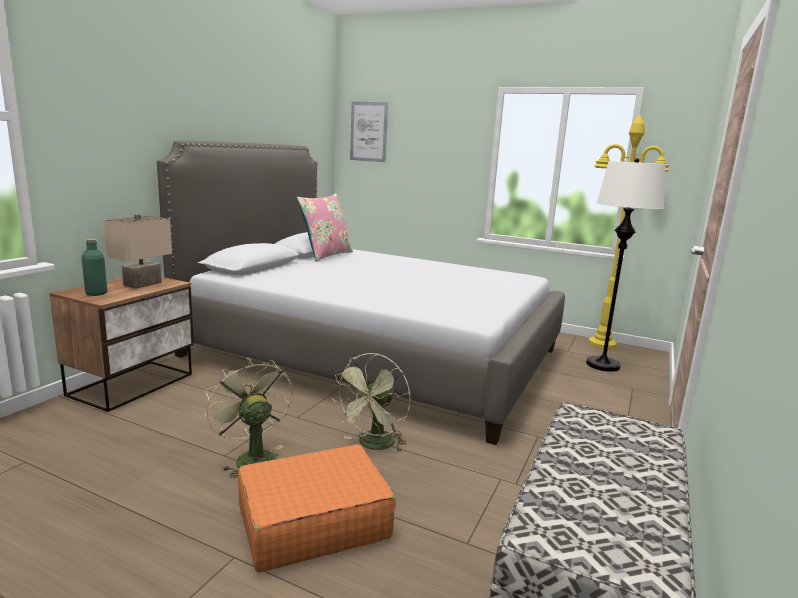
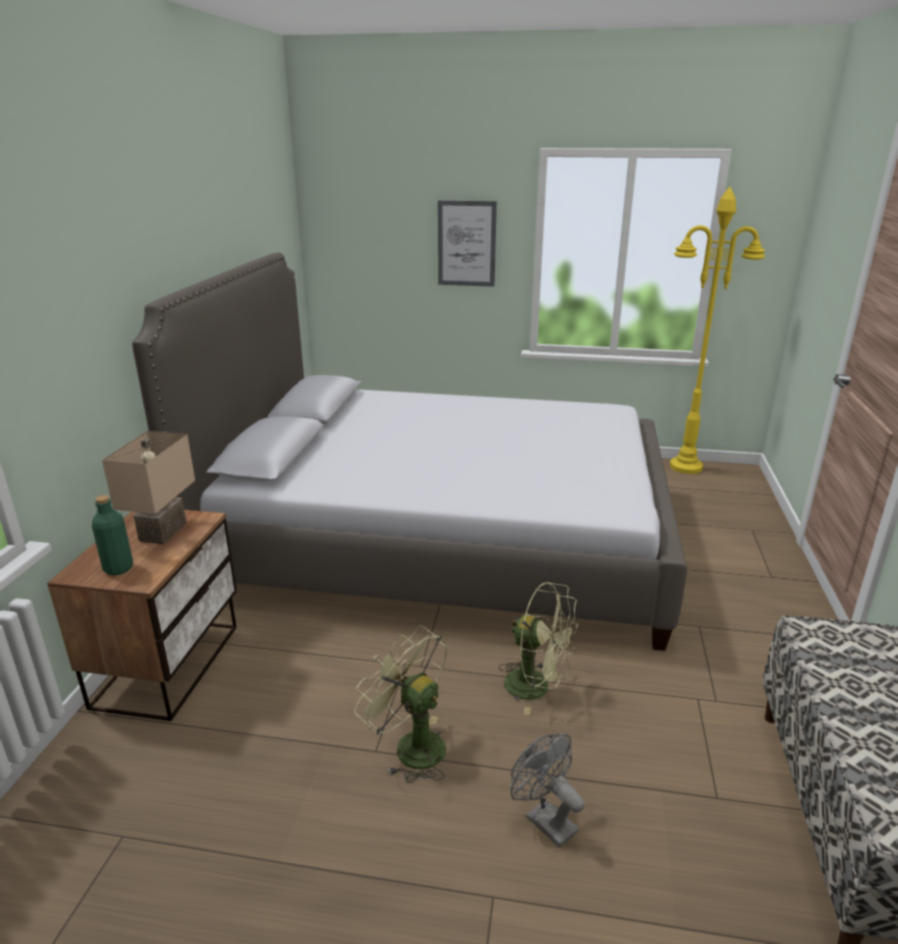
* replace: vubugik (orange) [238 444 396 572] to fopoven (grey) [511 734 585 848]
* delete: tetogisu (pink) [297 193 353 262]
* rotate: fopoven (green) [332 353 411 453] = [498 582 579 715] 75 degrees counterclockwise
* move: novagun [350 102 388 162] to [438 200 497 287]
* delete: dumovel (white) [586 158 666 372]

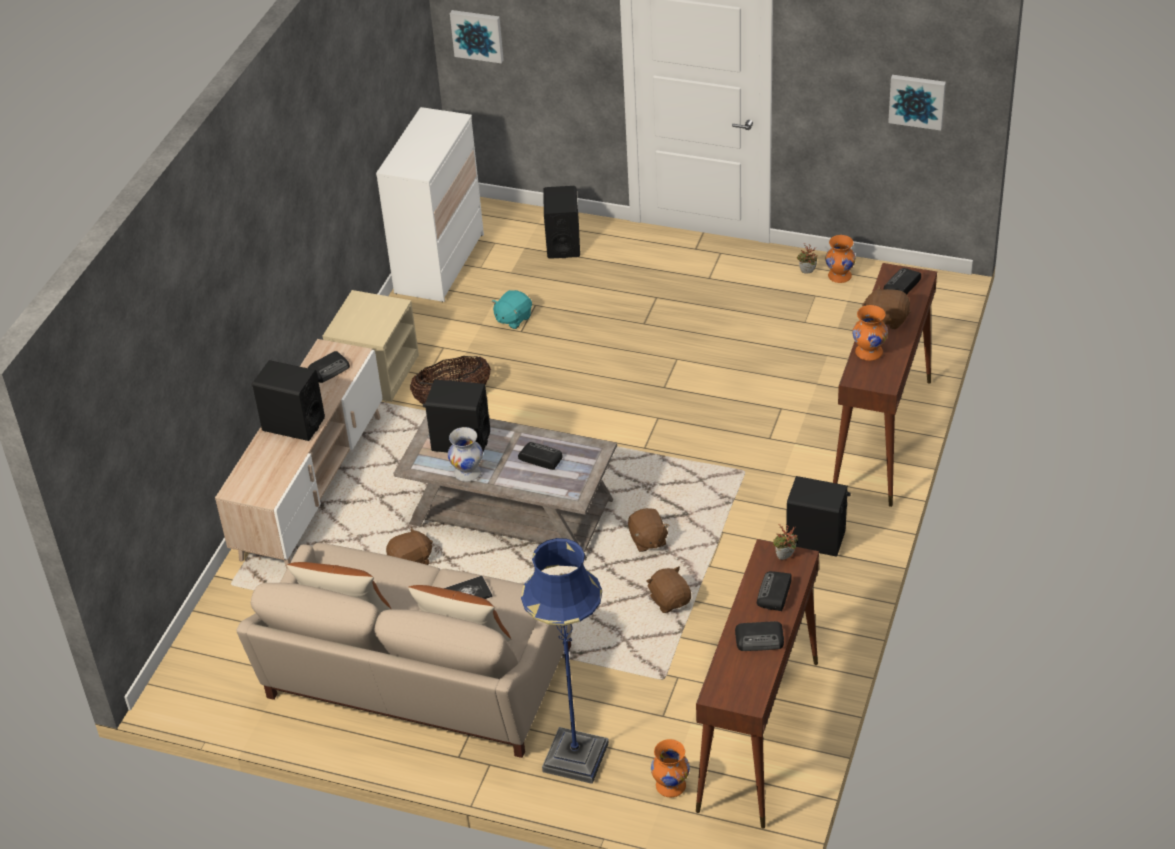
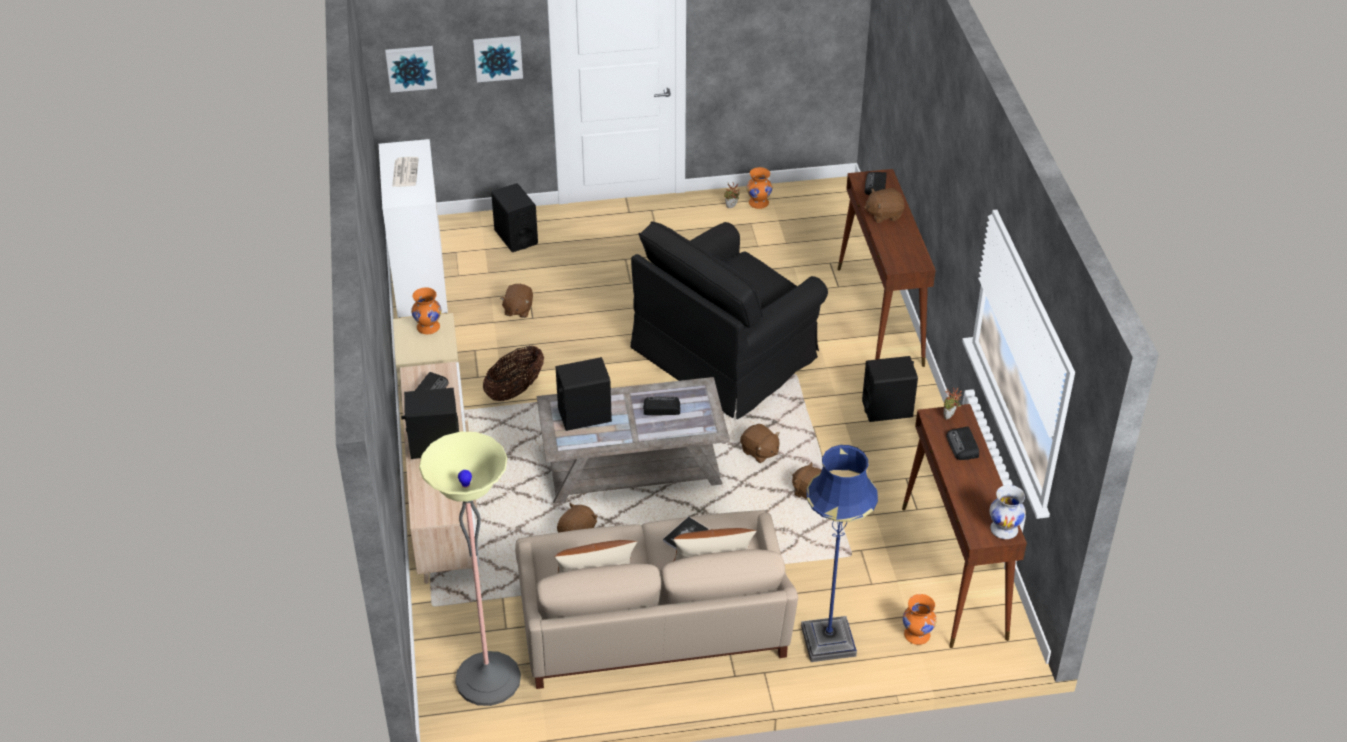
* move: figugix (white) [448 427 483 482] to [990 485 1026 539]
* recolor: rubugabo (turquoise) [492 290 532 329] to rubugabo (brown) [500 284 533 318]
* delete: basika [735 621 784 651]
* move: figugix (orange) [852 305 888 361] to [411 287 442 334]
* move: novagun [888 75 946 130] to [473 36 523 82]
* insert: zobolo [392 157 419 187]
* insert: dumovel [419 432 521 706]
* insert: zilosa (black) [630 221 828 419]

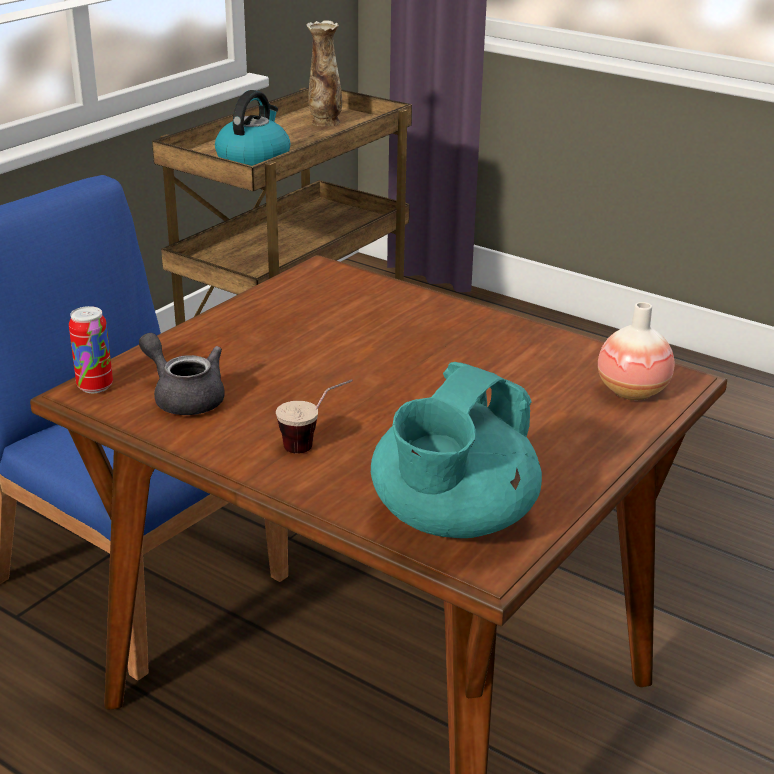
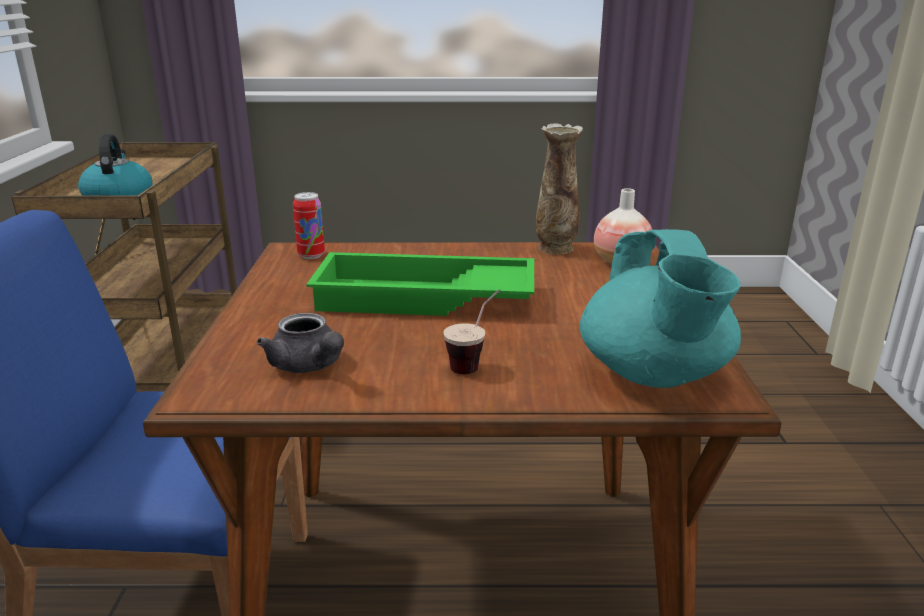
* move: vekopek [69 306 113 393] to [293 192 325 259]
* rotate: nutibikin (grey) [139 333 225 415] = [257 313 344 373] 135 degrees counterclockwise
* move: figugix [307 20 342 127] to [536 123 583 255]
* insert: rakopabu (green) [306 252 534 316]

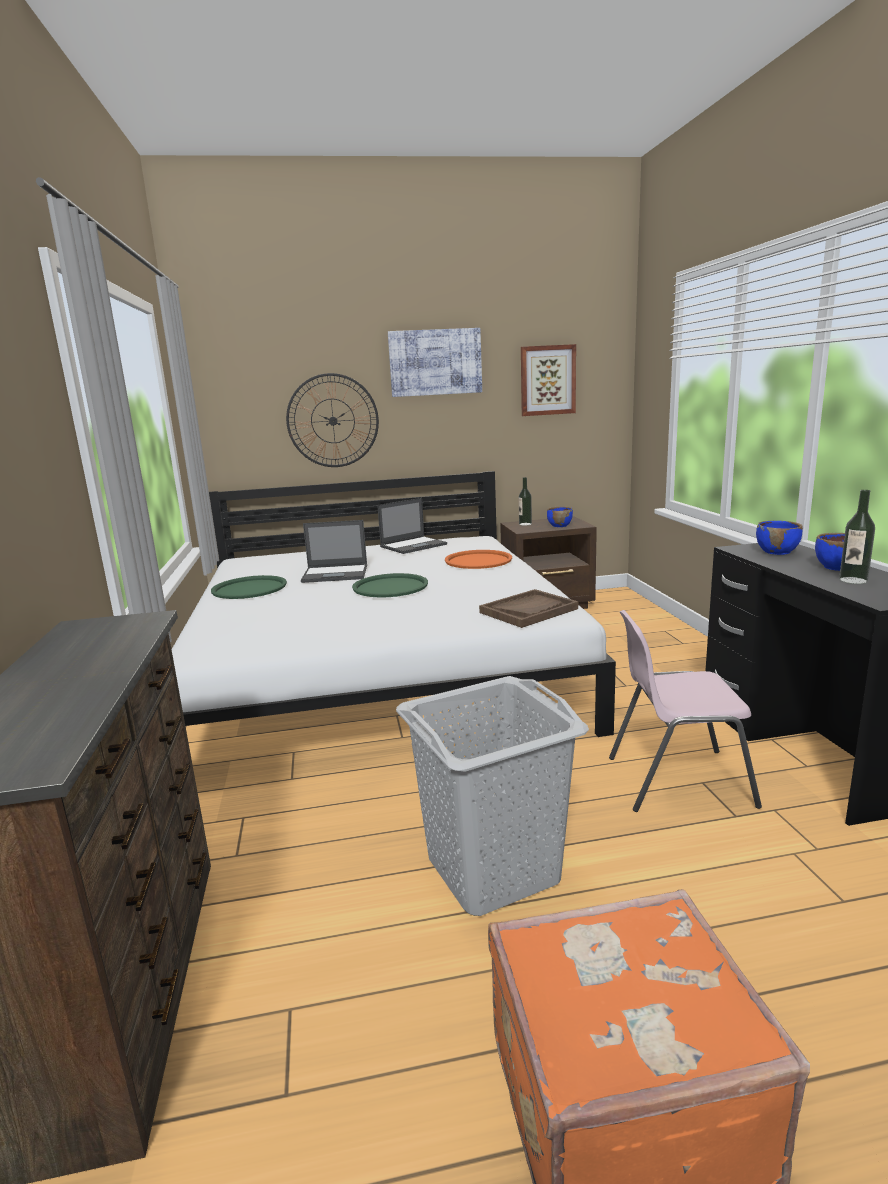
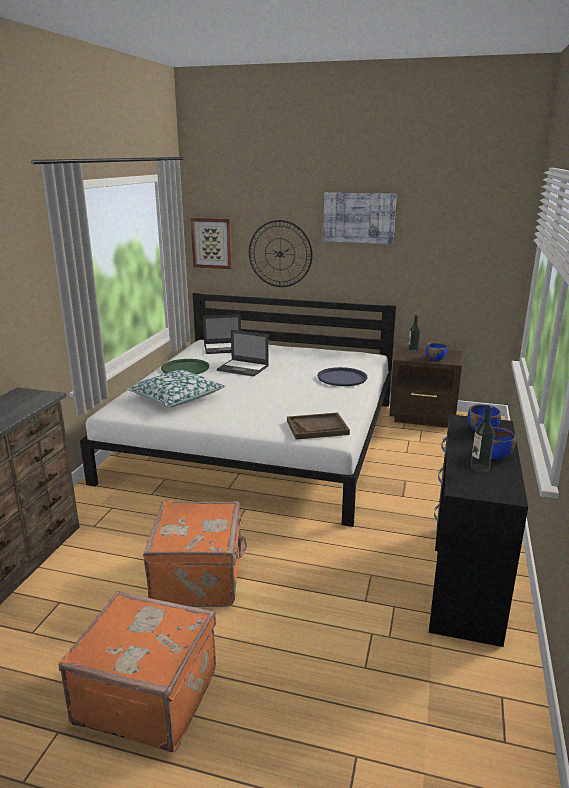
* delete: rakopabu (green) [352 573 428 597]
* move: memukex [377 498 447 554] to [203 314 241 354]
* replace: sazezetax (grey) [396 676 589 916] to vubugik (orange) [143 501 247 607]
* recolor: rakopabu (orange) [445 550 512 569] to rakopabu (blue) [317 367 368 386]
* move: novagun [521 344 576 416] to [191 218 232 269]
* delete: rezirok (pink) [609 610 762 812]
* insert: tetogisu [126 370 225 407]

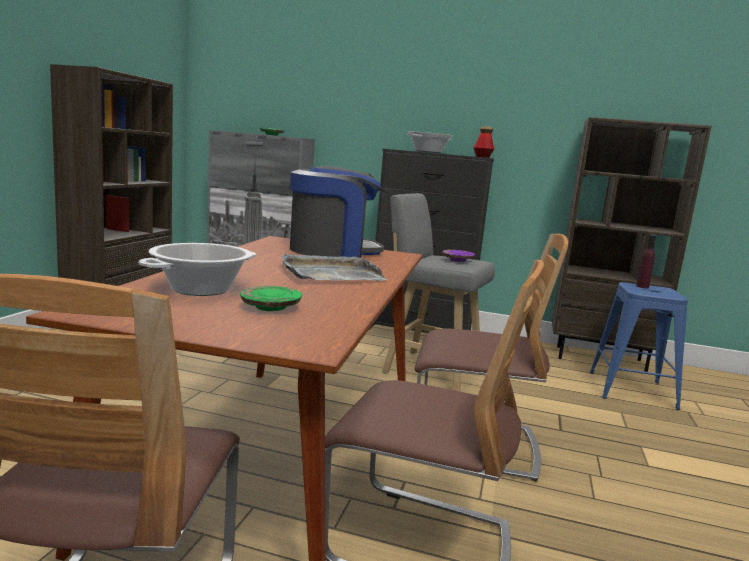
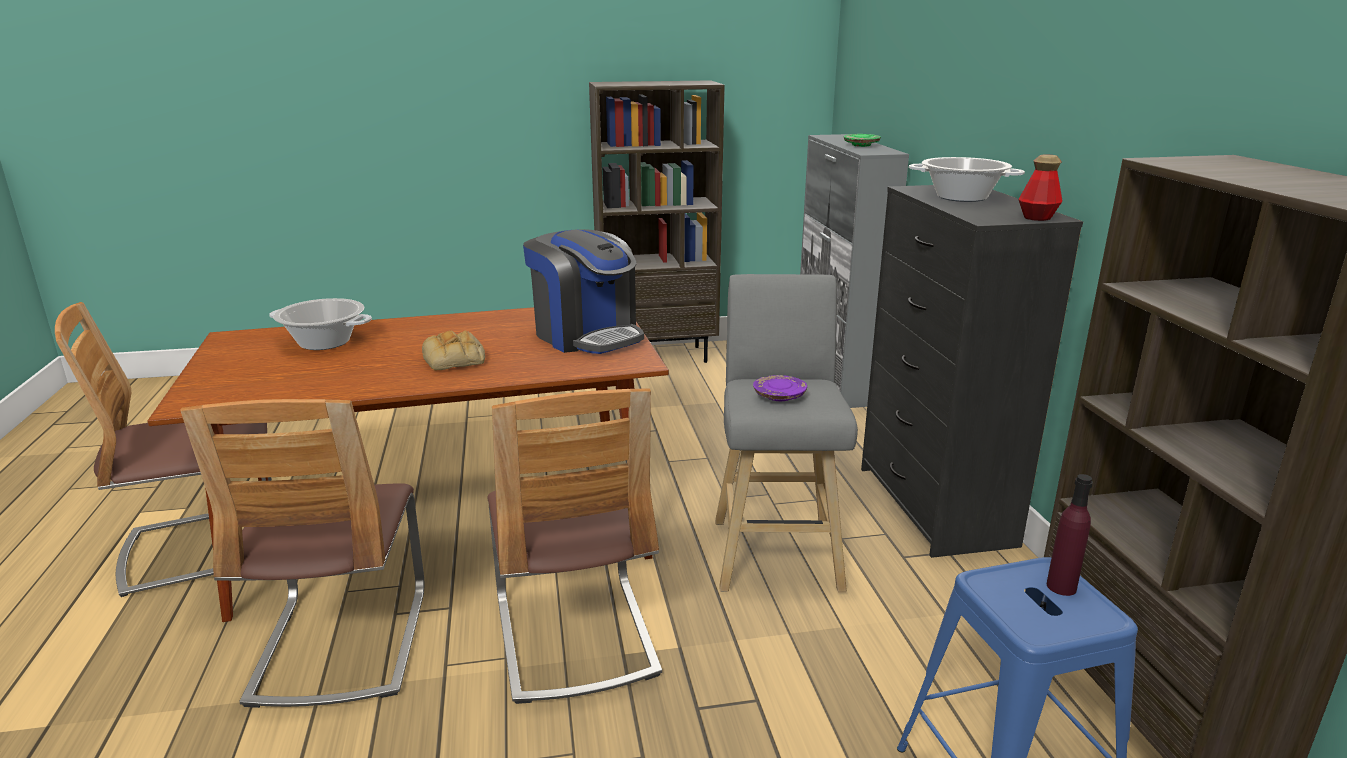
* delete: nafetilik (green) [240 286 302 311]
* replace: rakopabu (grey) [281 253 388 281] to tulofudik [422 330 485 370]

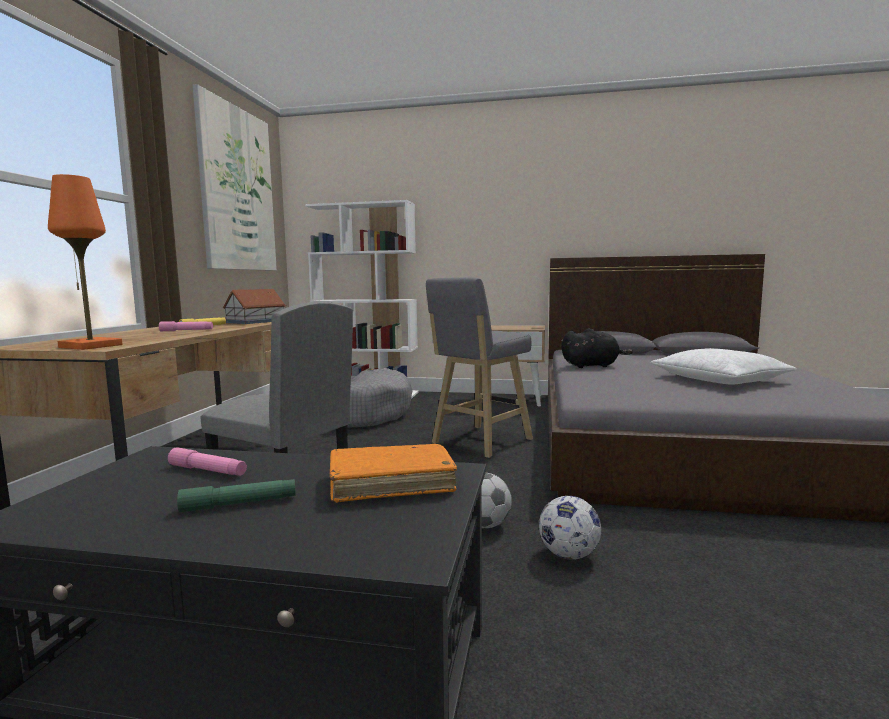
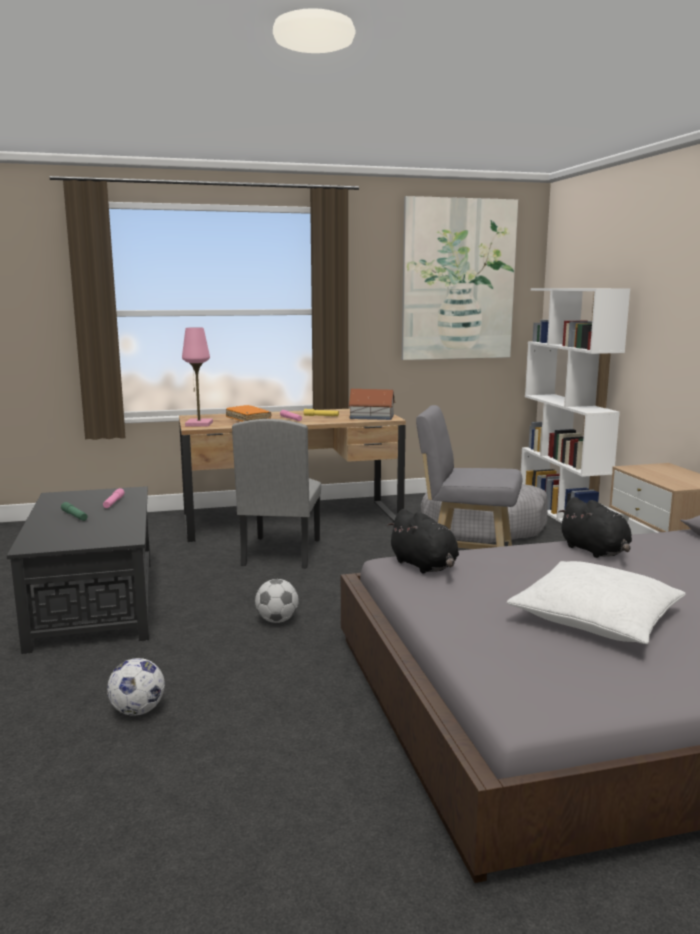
* recolor: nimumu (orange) [48 174 122 350] to nimumu (pink) [182 327 213 427]
* move: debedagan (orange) [330 444 457 503] to [226 405 271 422]
* move: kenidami [539 496 601 560] to [107 658 165 716]
* insert: rubugabo (black) [387 509 459 573]

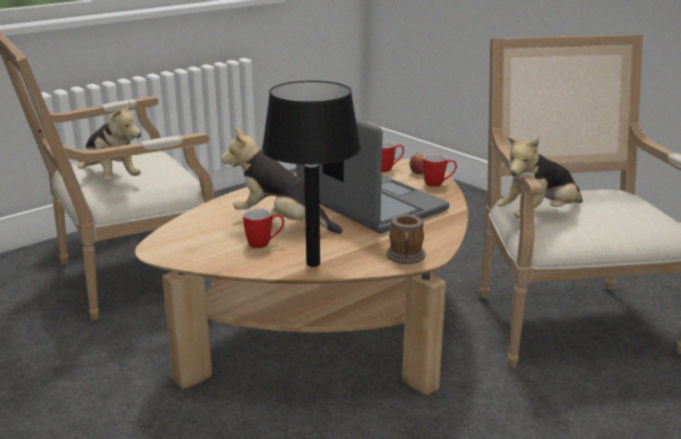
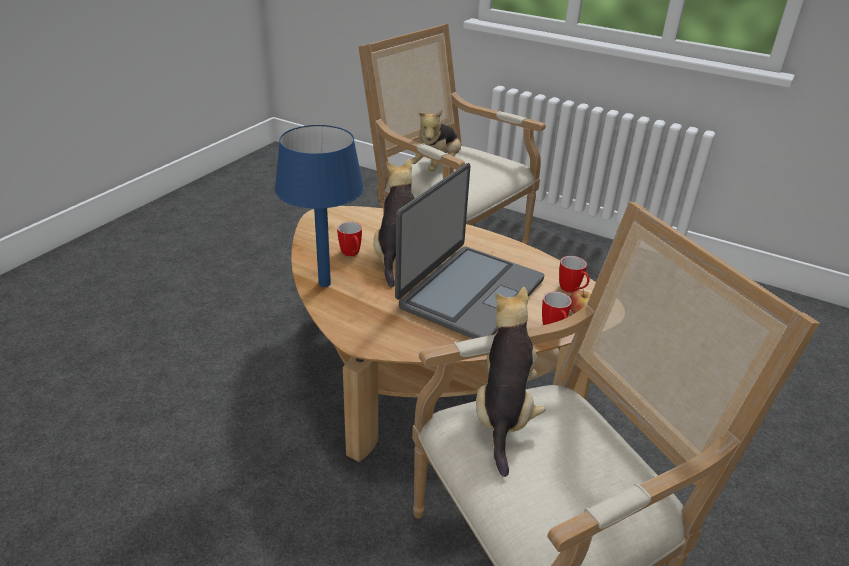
* recolor: nimumu (black) [262 81 361 267] to nimumu (blue) [275 125 364 287]
* delete: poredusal [387 214 426 264]
* rotate: rubugabo [496 137 582 219] = [476 287 546 477] 60 degrees clockwise

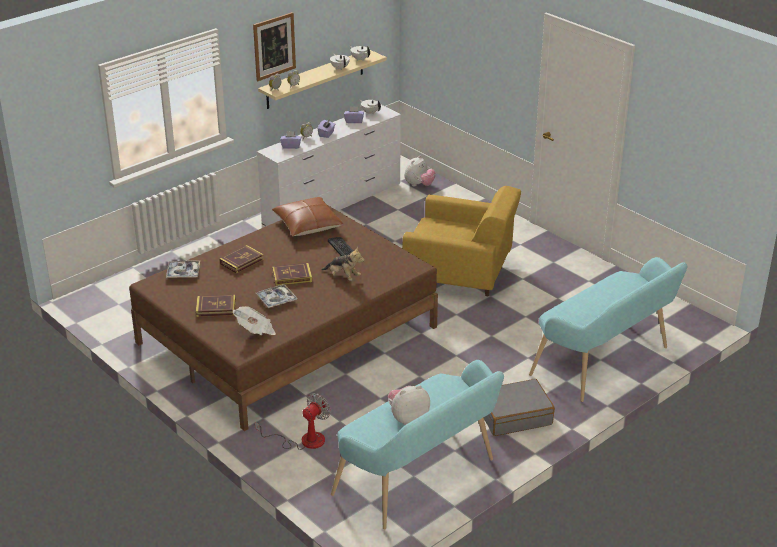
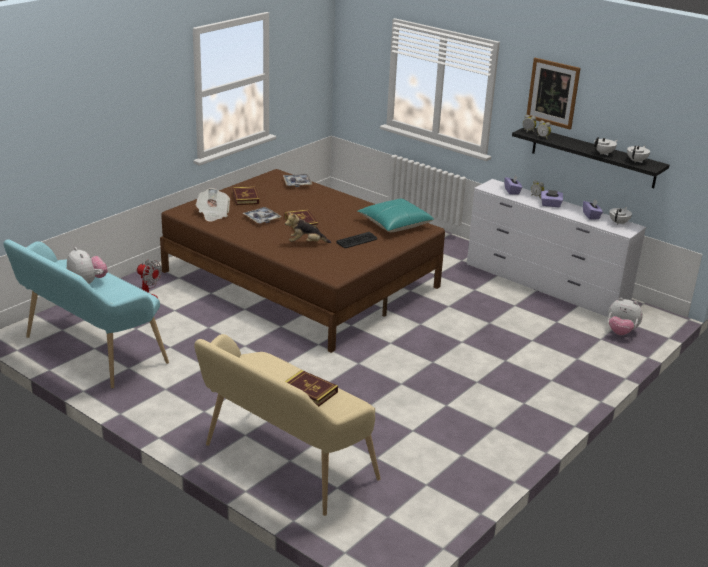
* move: debedagan [219 245 264 273] to [285 370 338 407]
* recolor: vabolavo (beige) [258 50 387 109] to vabolavo (black) [512 127 669 188]
* recolor: tetogisu (brown) [272 197 343 236] to tetogisu (turquoise) [358 199 434 232]
* rotate: rubugabo [322 246 364 281] = [285 211 331 243] 60 degrees clockwise
* delete: zilosa (yellow) [402 186 521 297]
* delete: vubugik (grey) [484 379 555 436]
* recolor: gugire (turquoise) [529 257 687 402] to gugire (beige) [194 334 381 516]

